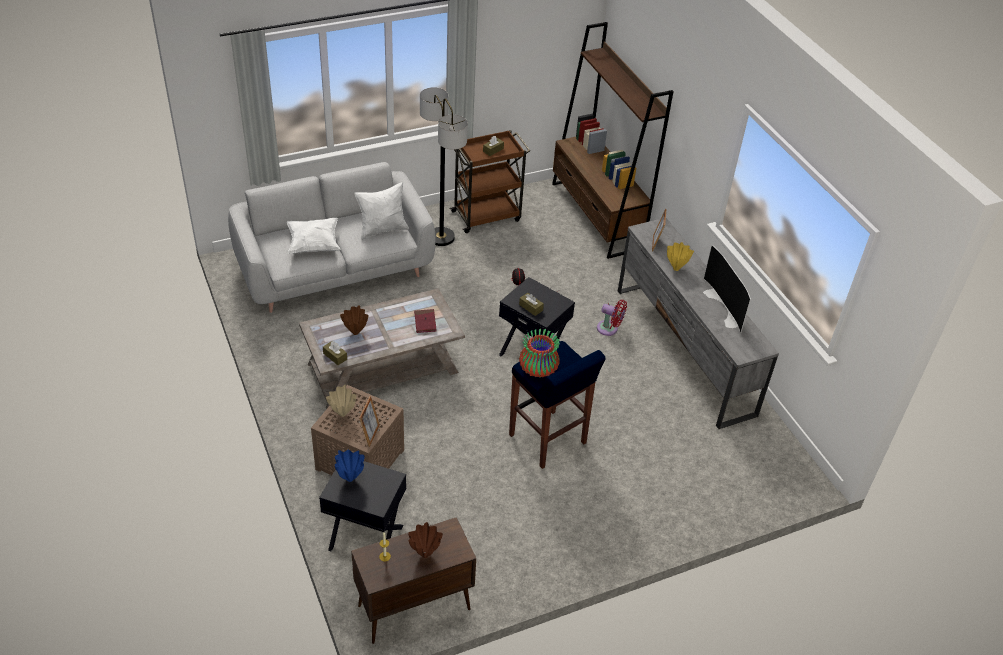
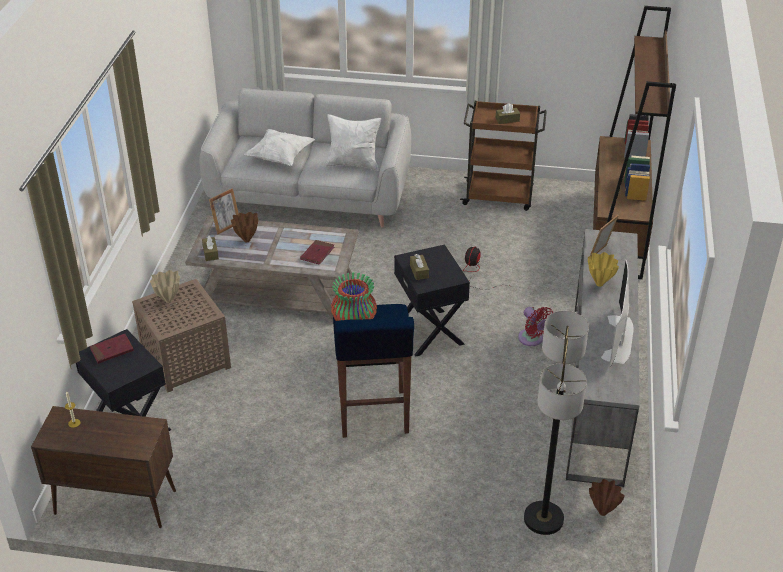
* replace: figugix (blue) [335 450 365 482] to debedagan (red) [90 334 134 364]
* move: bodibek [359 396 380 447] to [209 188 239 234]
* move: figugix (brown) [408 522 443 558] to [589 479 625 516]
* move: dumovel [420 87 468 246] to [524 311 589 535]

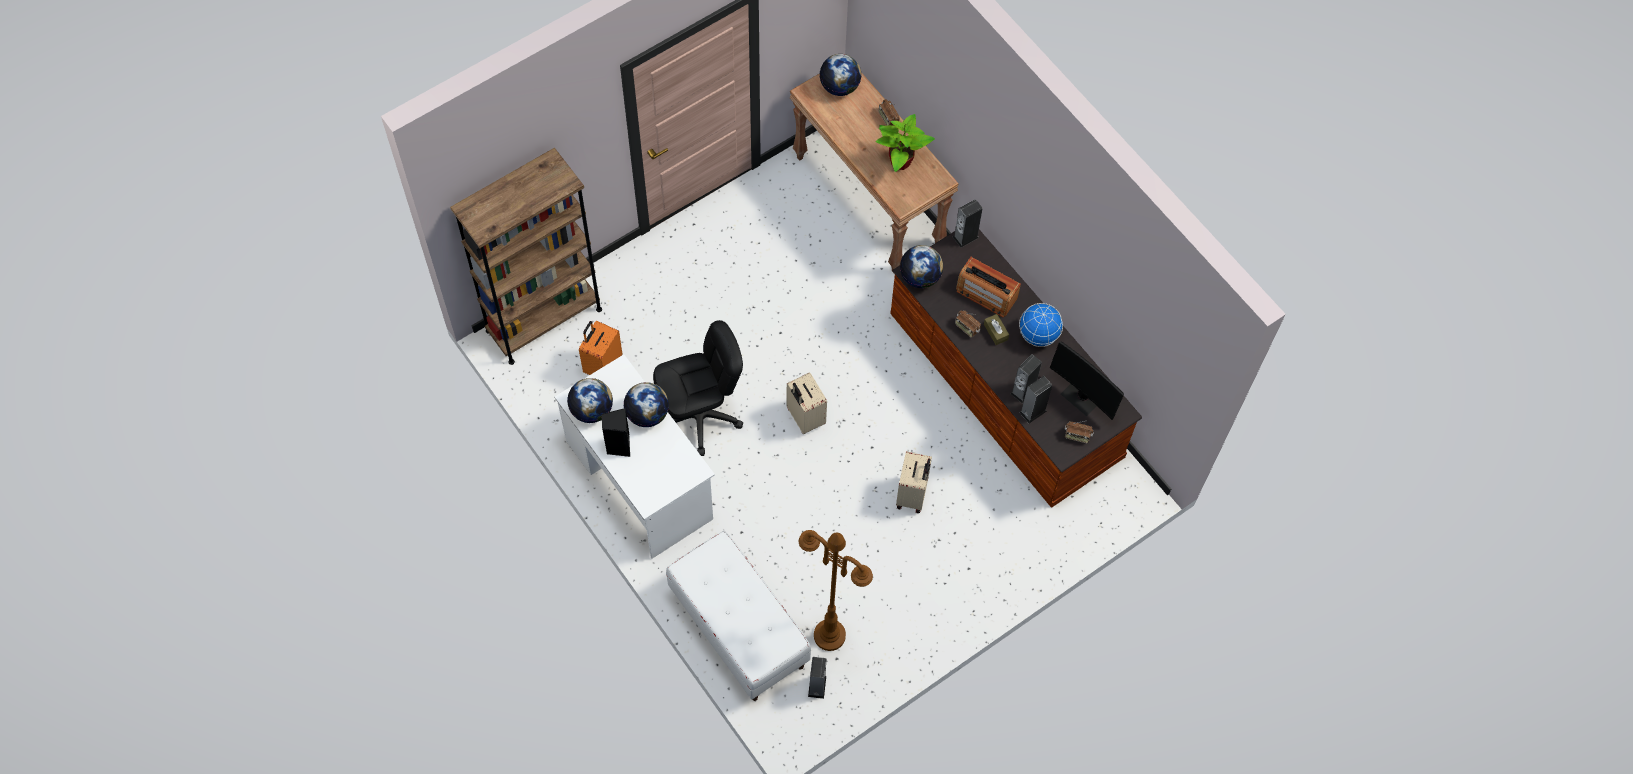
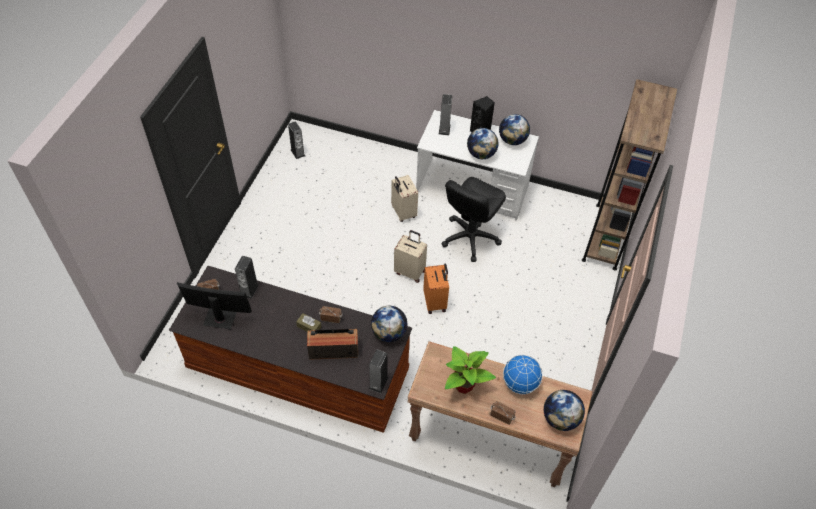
* move: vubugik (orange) [579 320 622 375] to [423 264 449 314]
* delete: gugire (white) [666 531 811 701]
* delete: dumovel (brown) [799 530 873 651]
* move: vubugik (beige) [896 451 932 513] to [391 175 418 222]
* move: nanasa [1011 354 1042 403] to [439 94 452 135]
* move: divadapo [1019 303 1063 347] to [503 355 543 395]

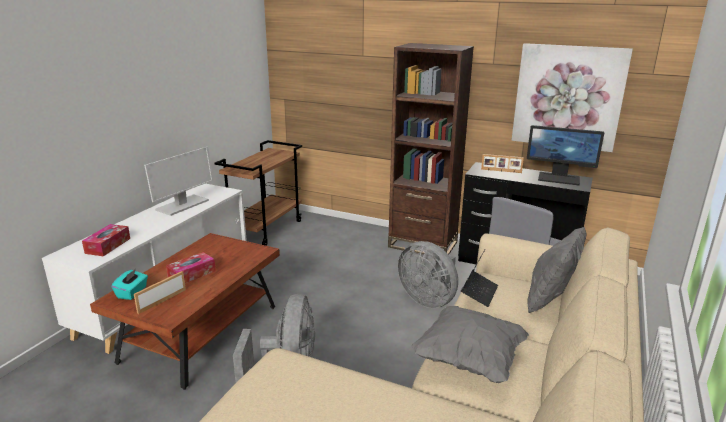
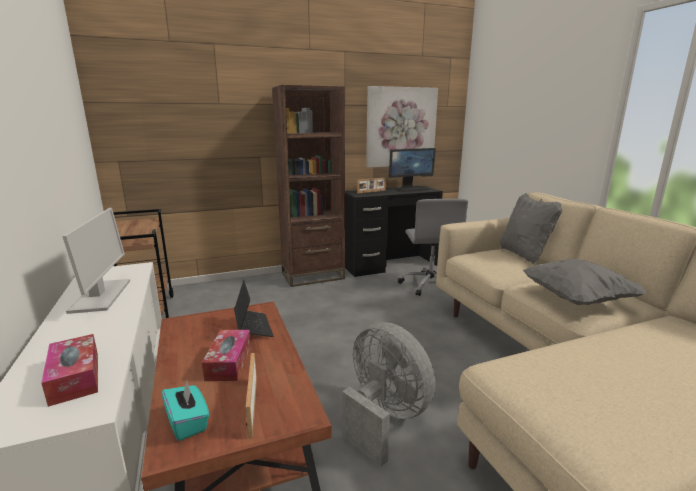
* delete: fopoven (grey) [398 241 458 308]
* move: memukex [461 250 498 307] to [234 280 274 337]

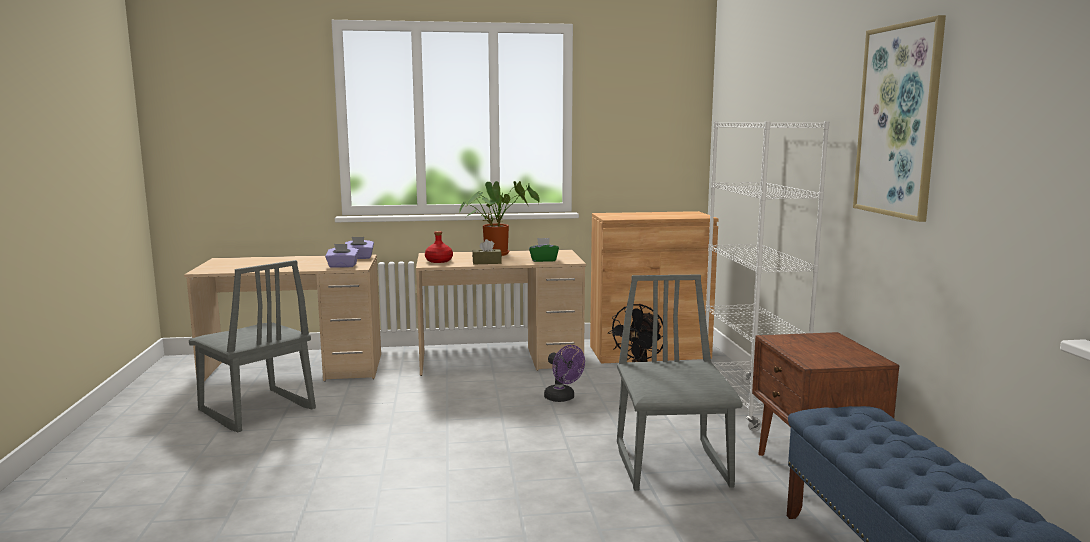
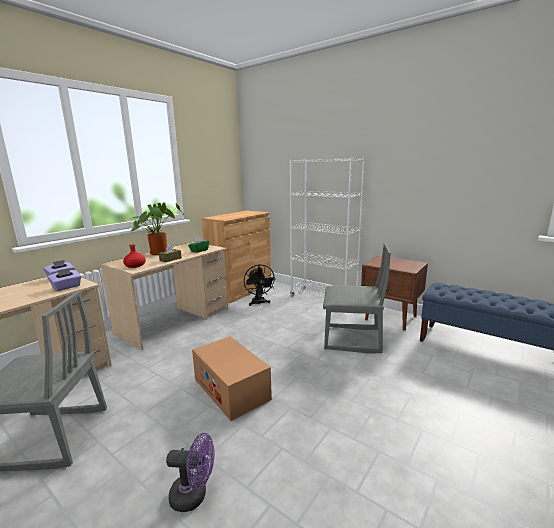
* move: fopoven (purple) [544 345 585 402] to [166 433 215 512]
* rotate: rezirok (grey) [617 275 743 491] = [323 243 391 354] 150 degrees clockwise
* delete: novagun [853 15 946 222]
* insert: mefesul [192 336 272 421]

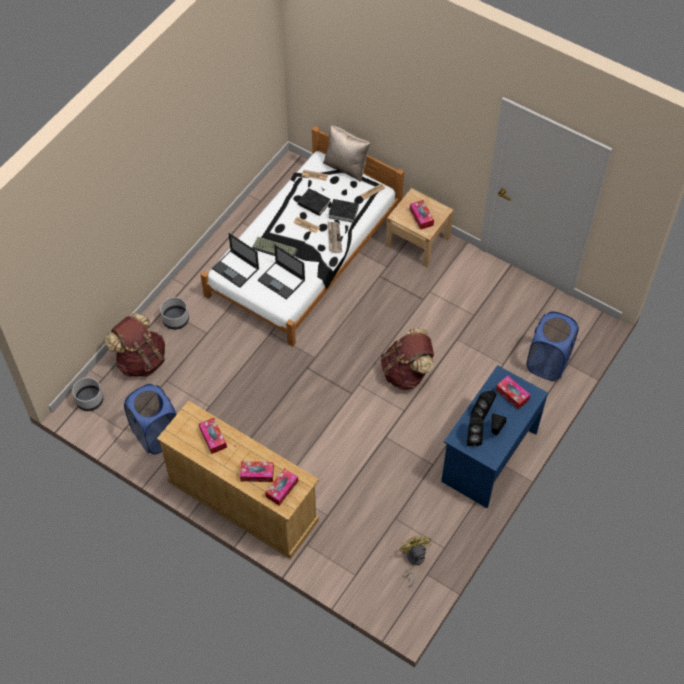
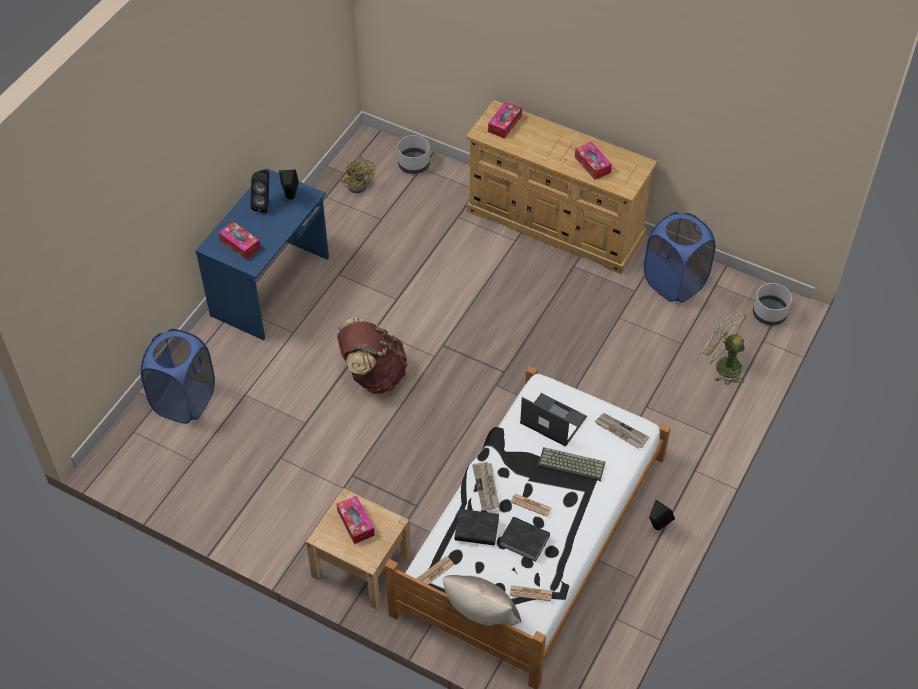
* replace: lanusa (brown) [105 313 165 377] to fopoven (green) [702 310 746 385]
* move: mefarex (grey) [160 297 189 330] to [397 135 430 174]
* replace: memukex [212 233 259 288] to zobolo [594 413 649 448]
* delete: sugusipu [240 461 274 482]
* move: nanasa (black) [471 390 496 420] to [649 500 675 530]

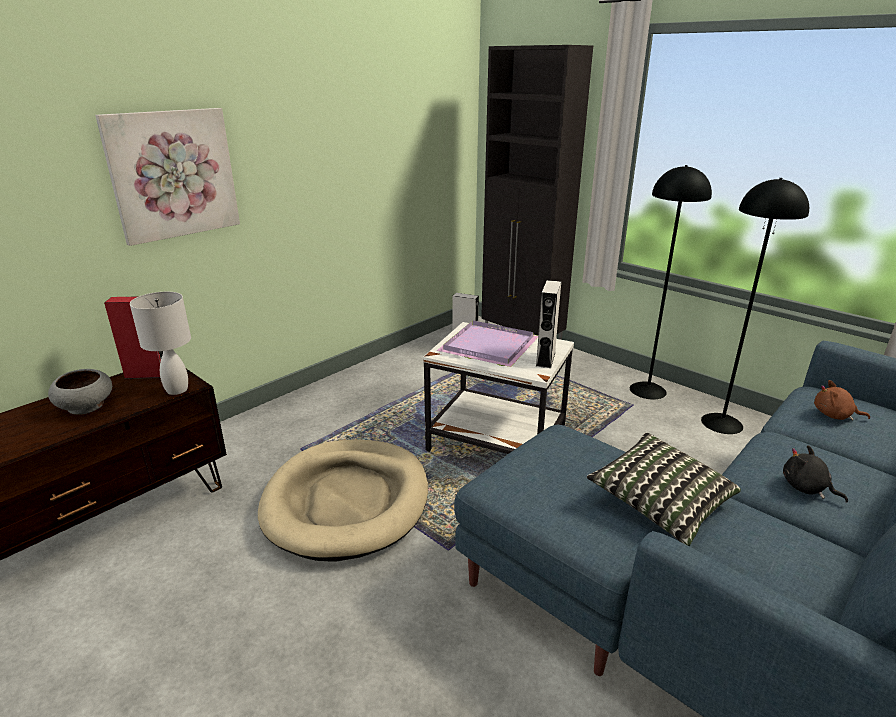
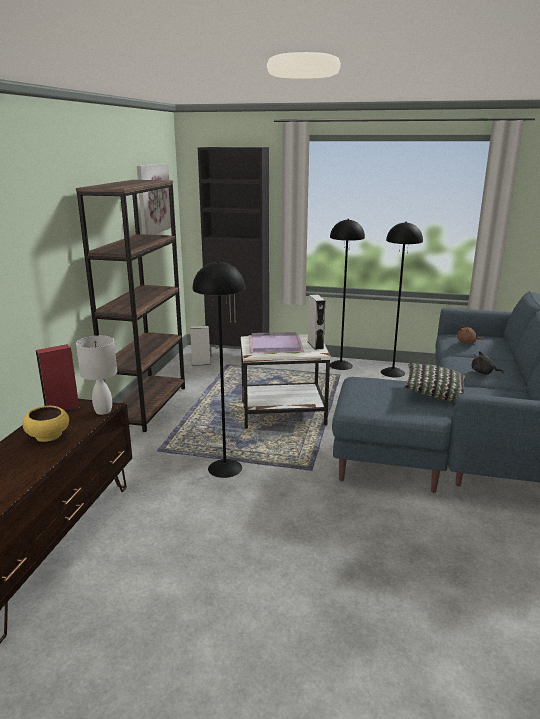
* recolor: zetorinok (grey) [48 369 112 415] to zetorinok (yellow) [22 406 69 442]
* move: novagun [95 108 240 246] to [137 163 171 235]
* replace: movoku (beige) [258 439 428 562] to dumovel (black) [193 261 245 478]
* insert: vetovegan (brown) [76 180 185 432]

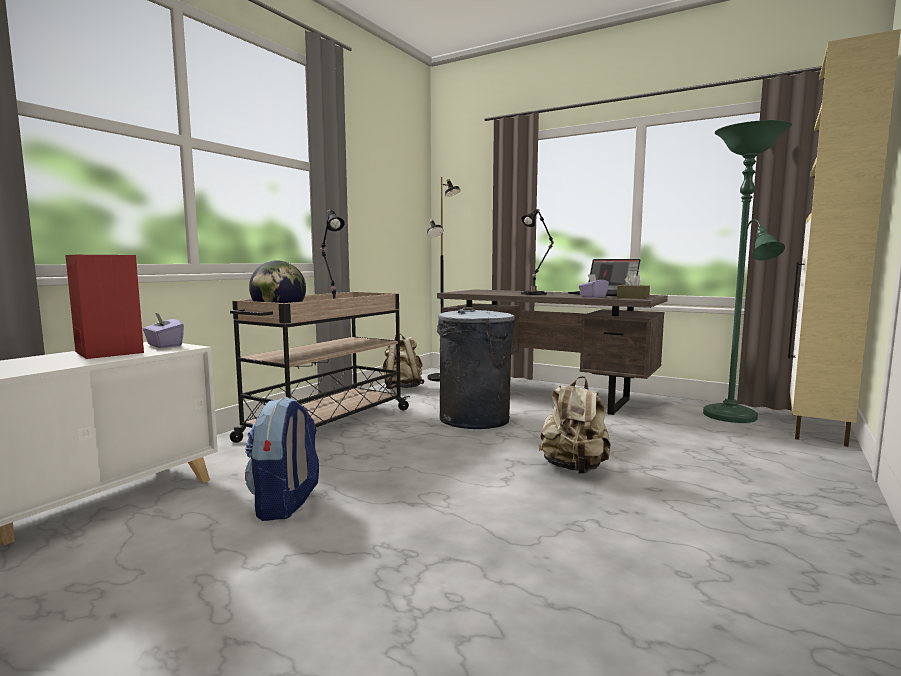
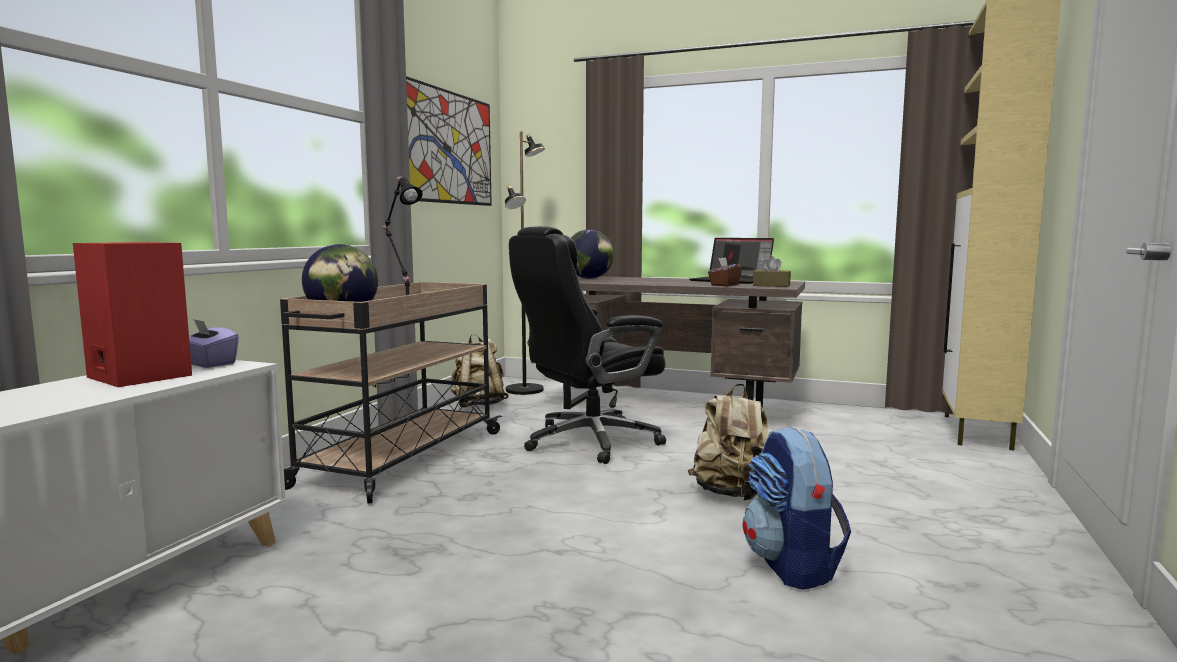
* move: lanusa [245 397 319 521] to [743 426 851 590]
* replace: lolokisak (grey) [437 307 515 429] to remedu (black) [509 226 666 464]
* delete: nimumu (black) [521 209 554 295]
* recolor: sugusipu (purple) [578 274 609 298] to sugusipu (brown) [708 257 742 286]
* delete: dumovel (green) [703 120 792 423]
* insert: novagun [406 76 492 206]
* insert: divadapo [571 229 614 279]

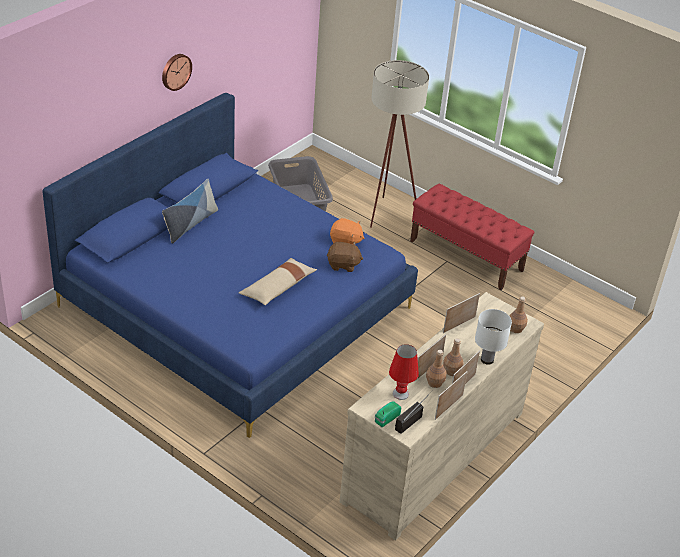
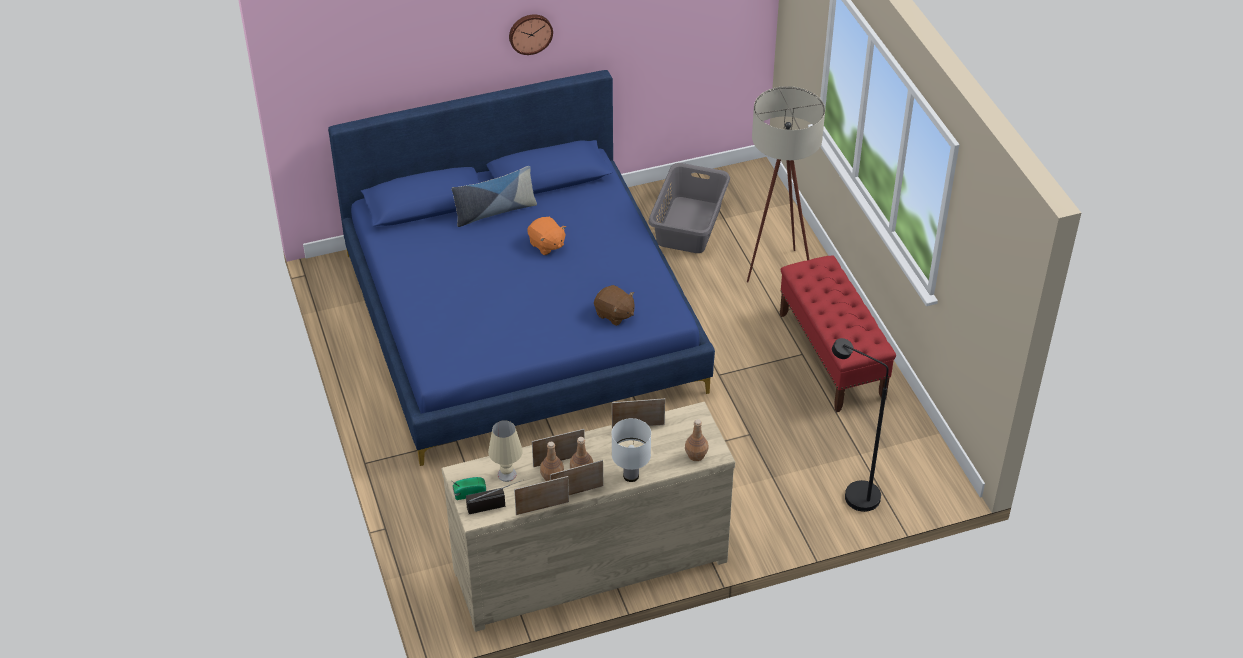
* delete: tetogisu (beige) [239 258 317 305]
* move: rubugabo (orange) [330 218 364 244] to [527 217 566 255]
* recolor: nimumu (red) [389 344 419 400] to nimumu (beige) [488 420 523 482]
* insert: dumovel (black) [832 338 889 512]

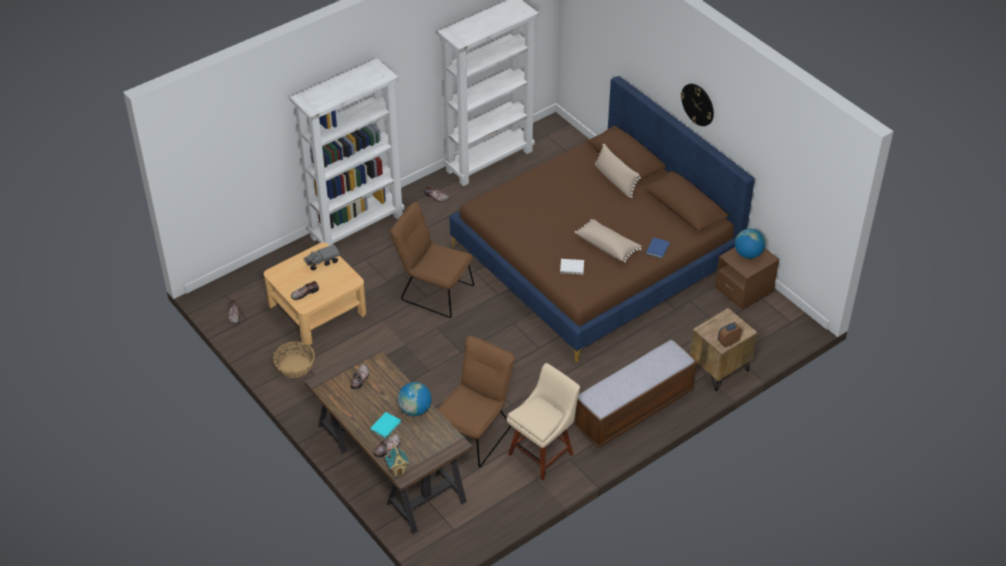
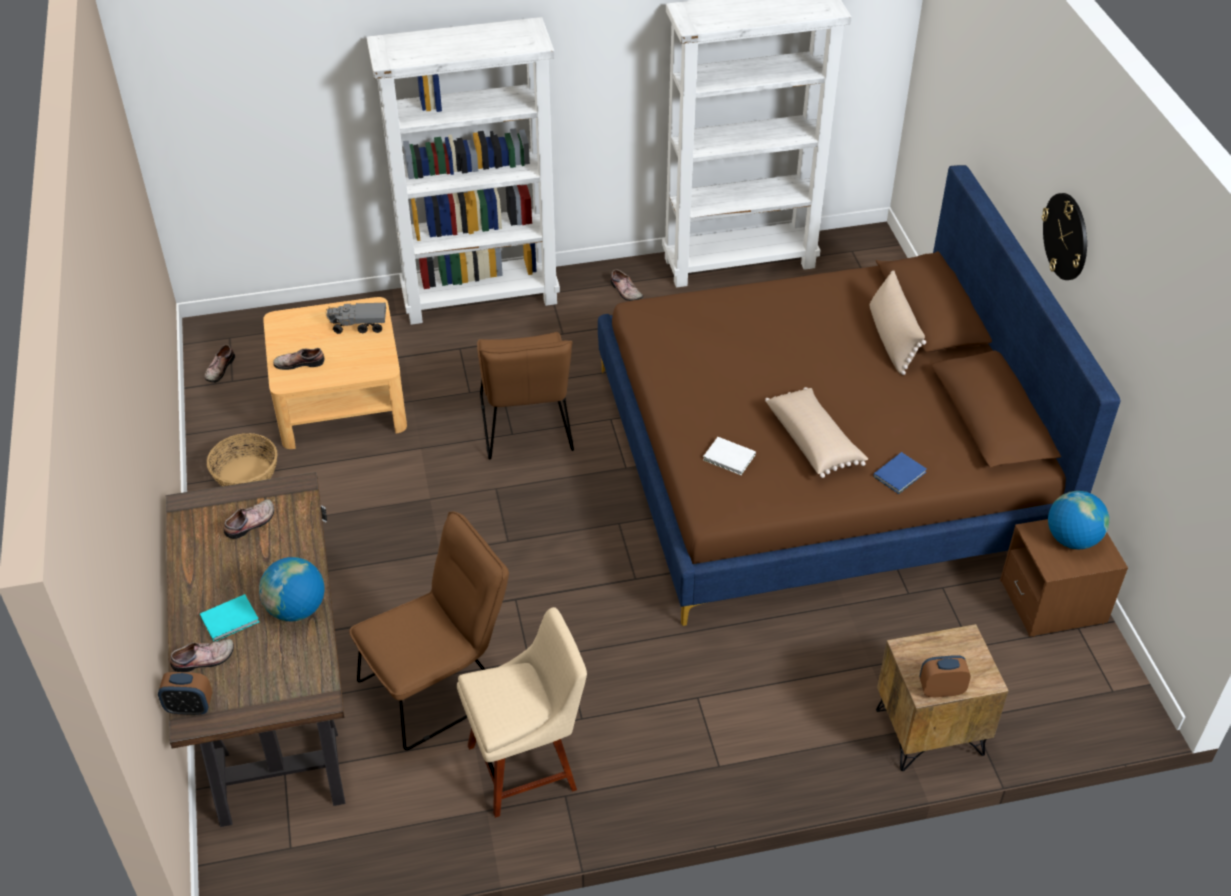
* replace: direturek [385 444 409 477] to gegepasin [158 672 213 715]
* rotate: rezirok (brown) [390 201 474 318] = [477 332 574 460] 150 degrees counterclockwise
* delete: gugire [574 340 698 447]

